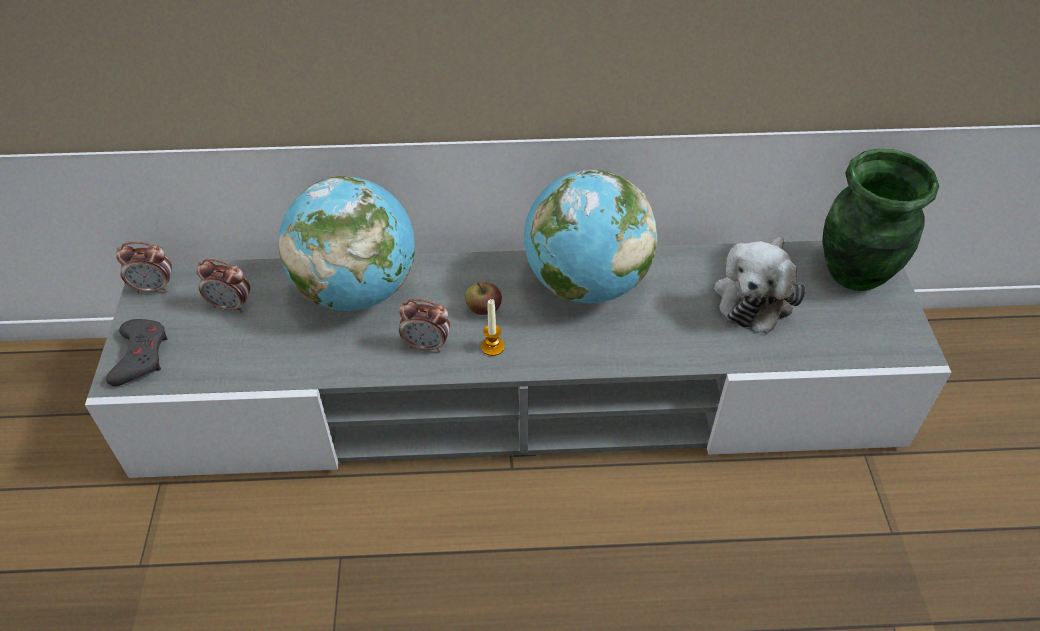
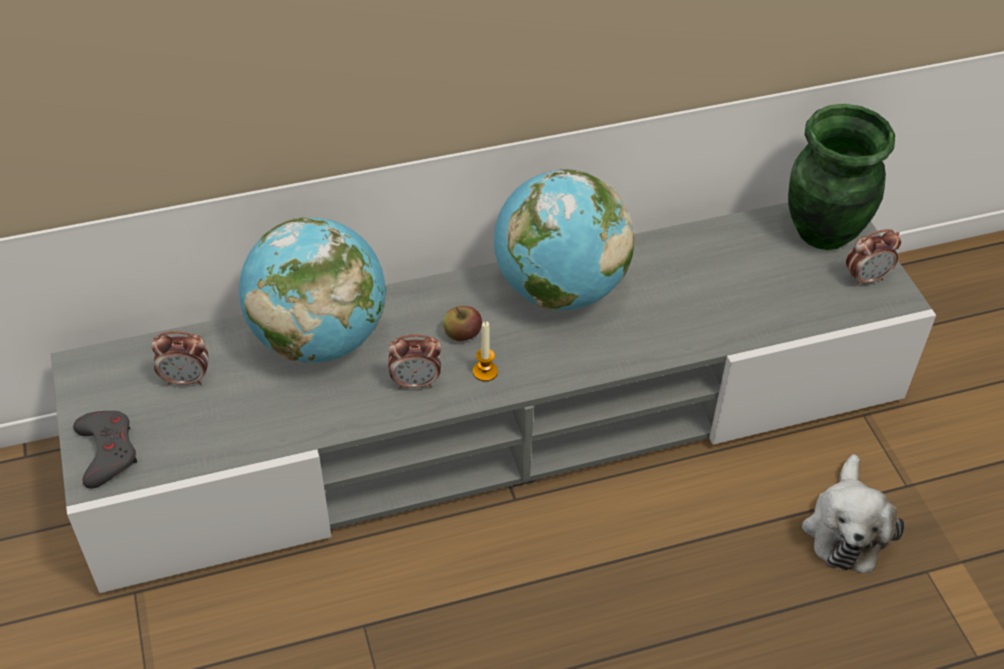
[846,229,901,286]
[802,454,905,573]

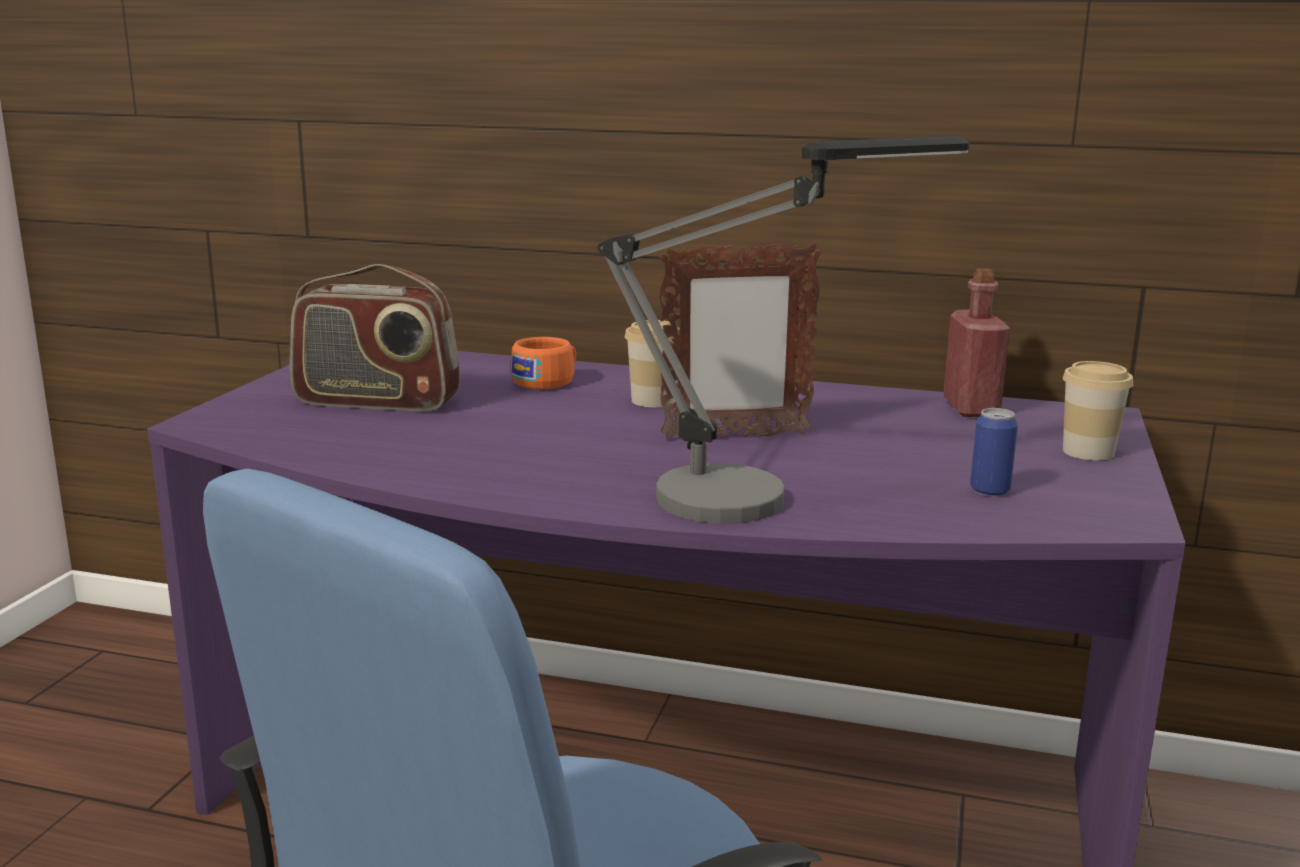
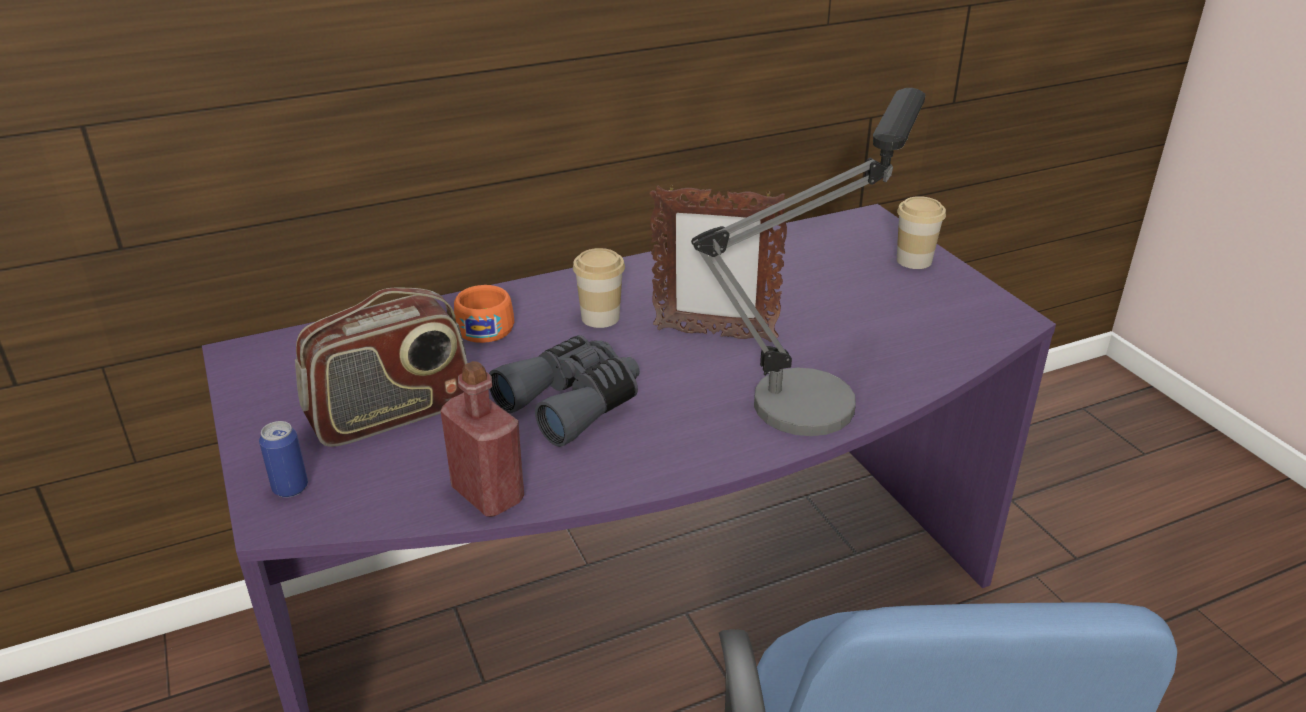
[489,335,640,447]
[440,361,524,517]
[259,421,308,498]
[649,186,787,342]

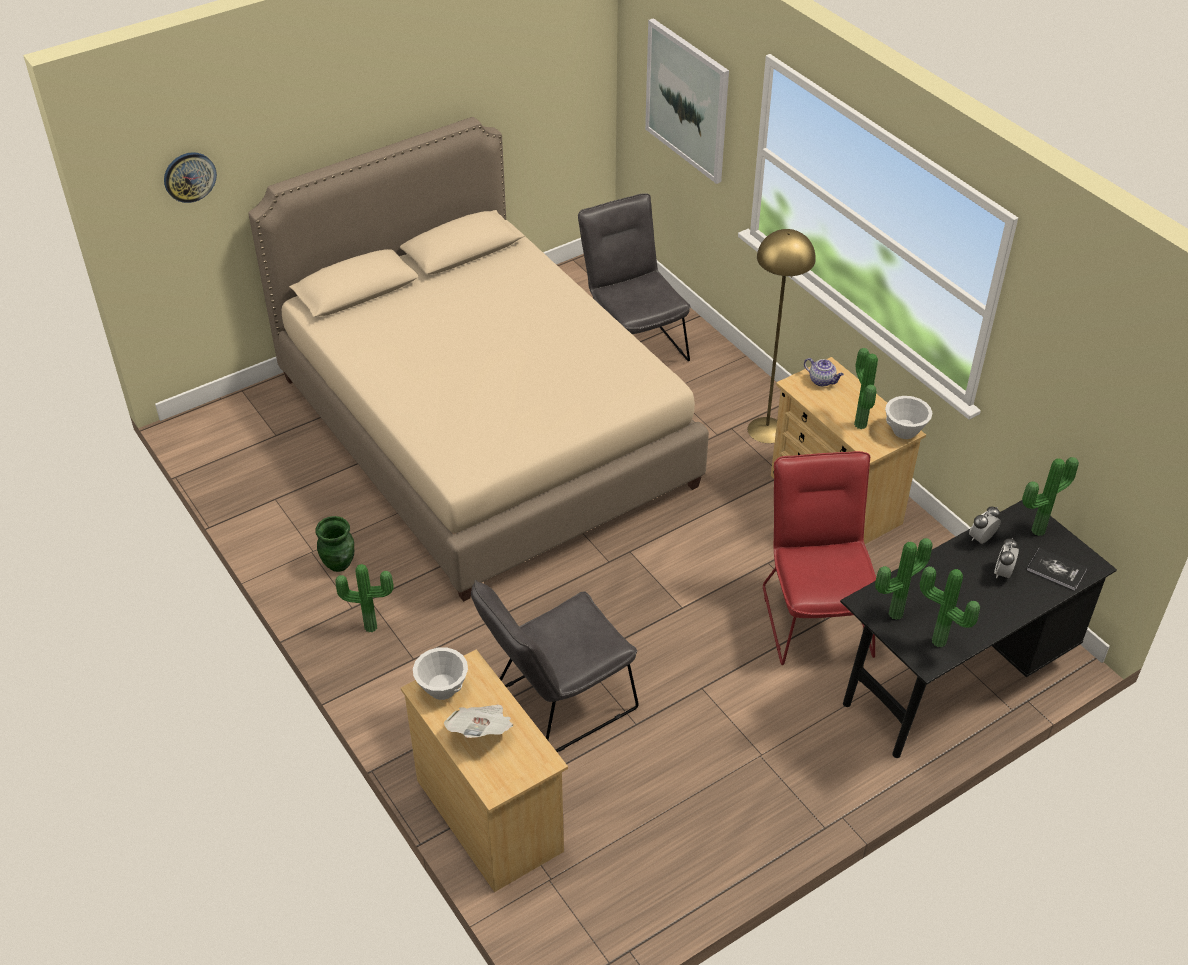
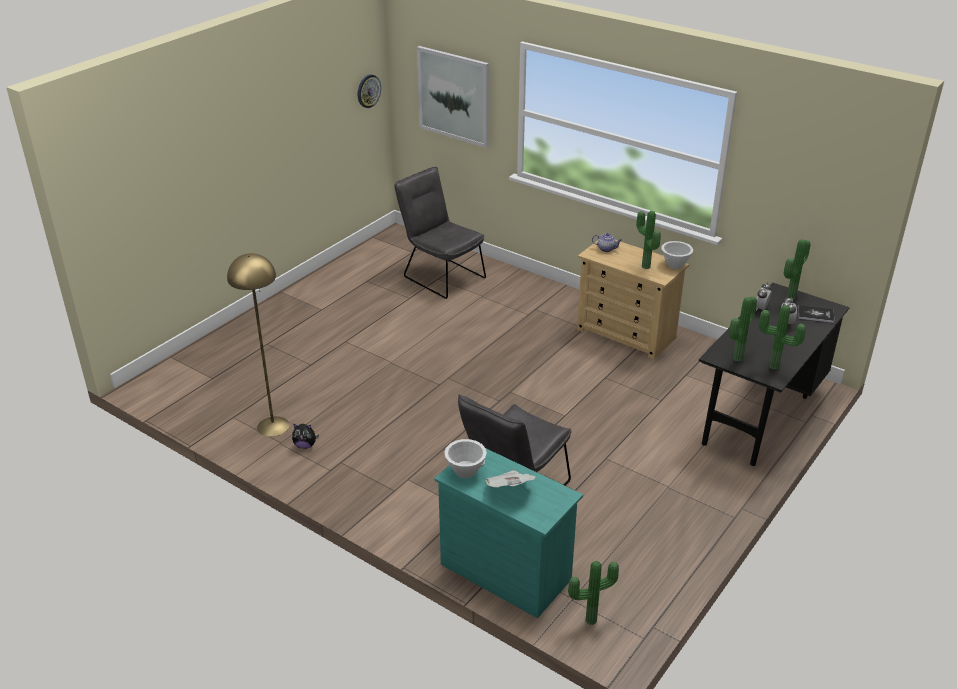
[248,117,709,602] (first image)
[763,451,876,665] (first image)
[358,75,381,108]
[568,561,619,625]
[227,253,290,437]
[292,424,319,449]
[434,448,583,618]

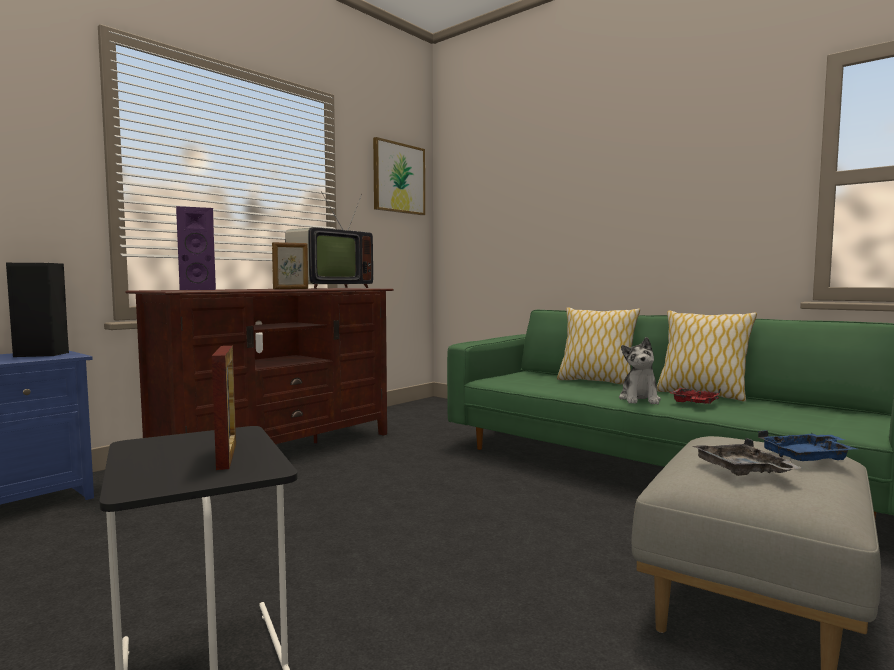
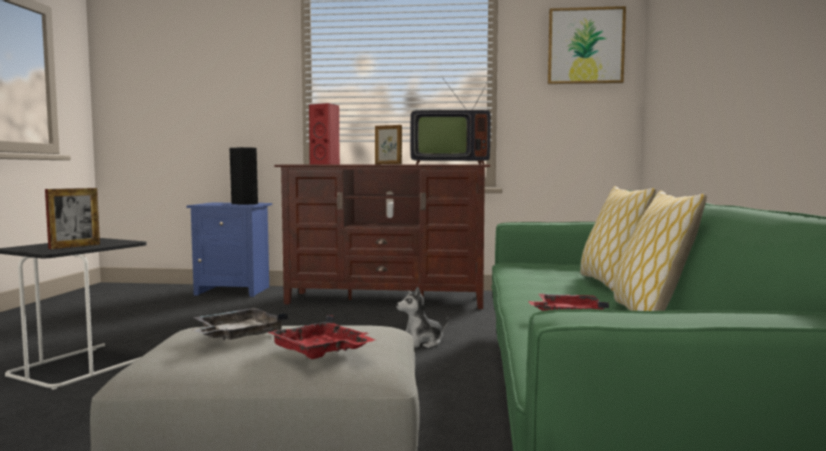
[396,287,448,348]
[309,103,340,165]
[267,315,375,359]

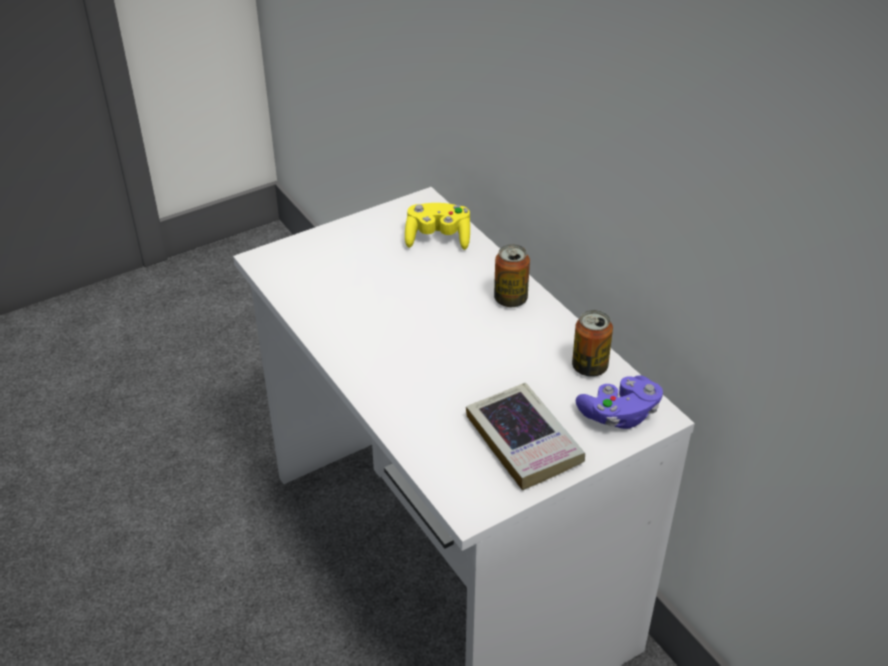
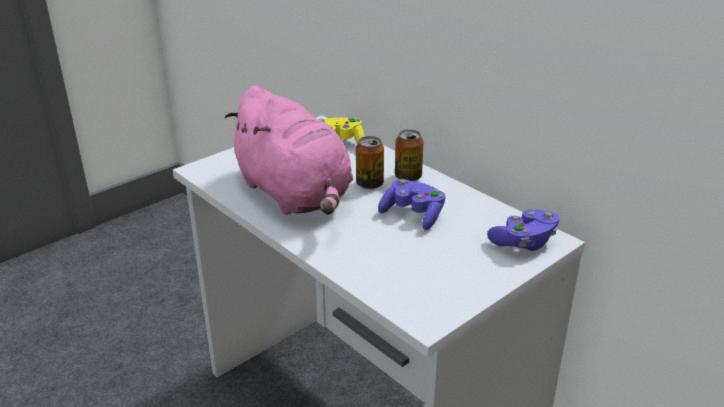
[466,383,585,490] (first image)
[224,86,353,215]
[378,179,445,230]
[356,136,384,189]

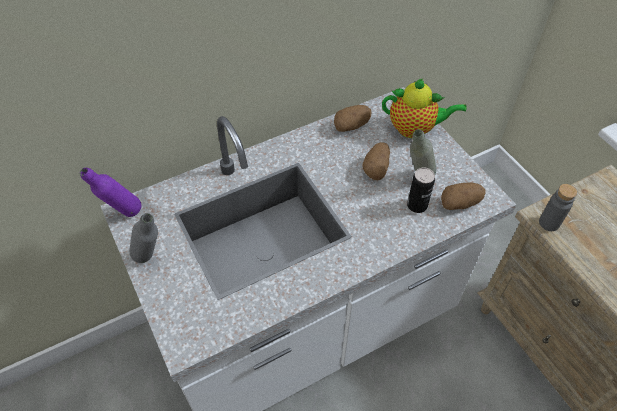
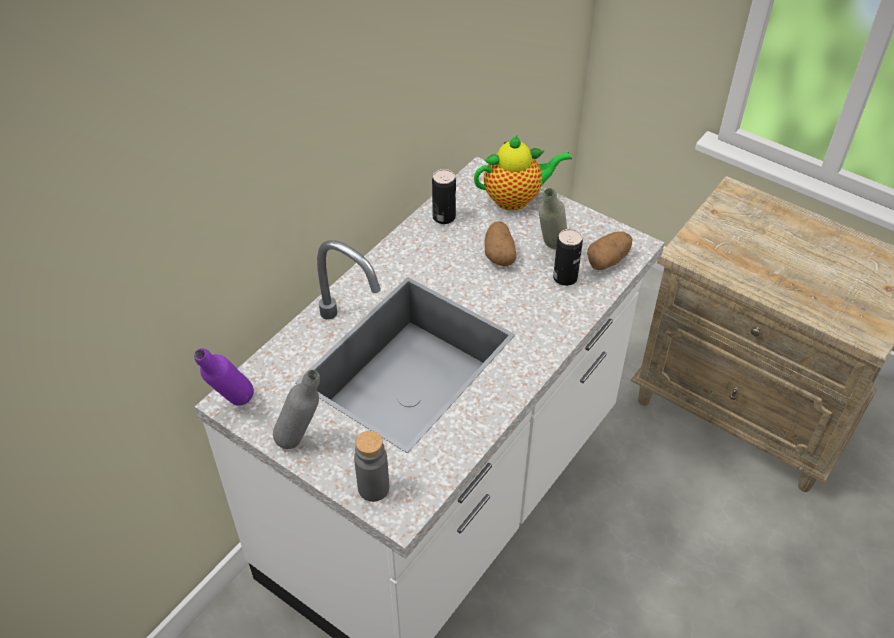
[354,431,389,502]
[432,169,456,224]

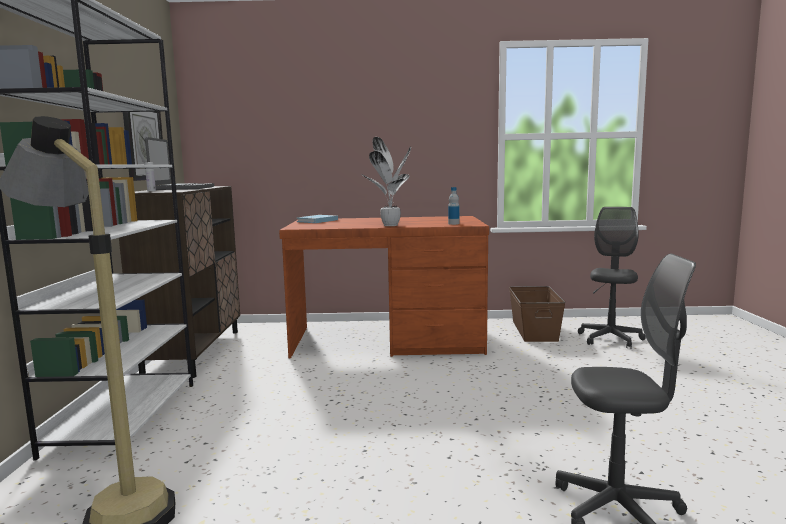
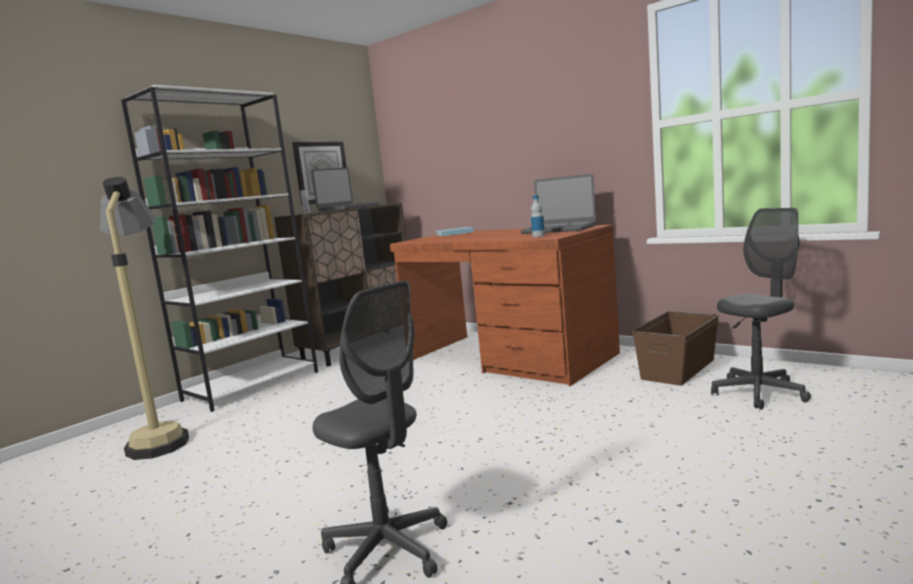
[361,137,411,226] (first image)
[521,174,596,234]

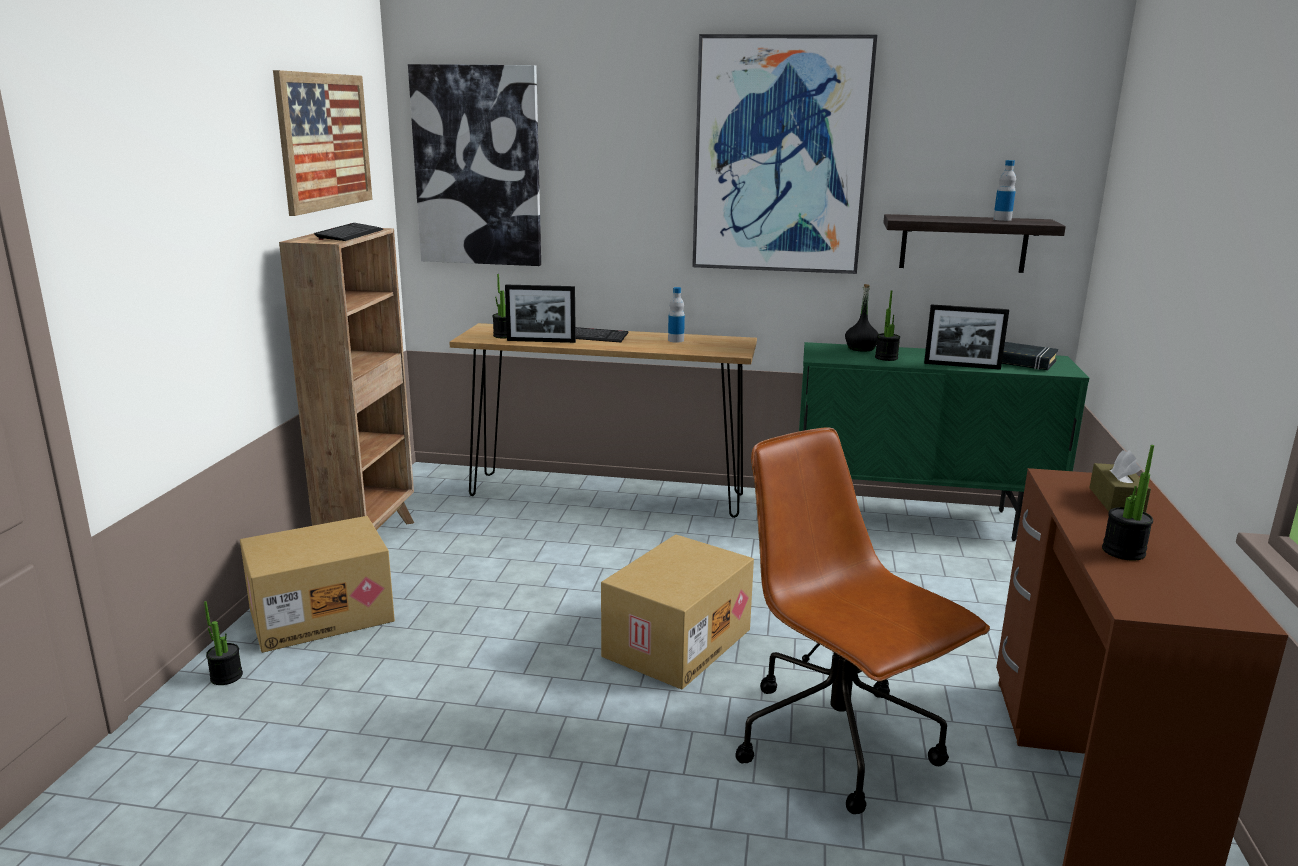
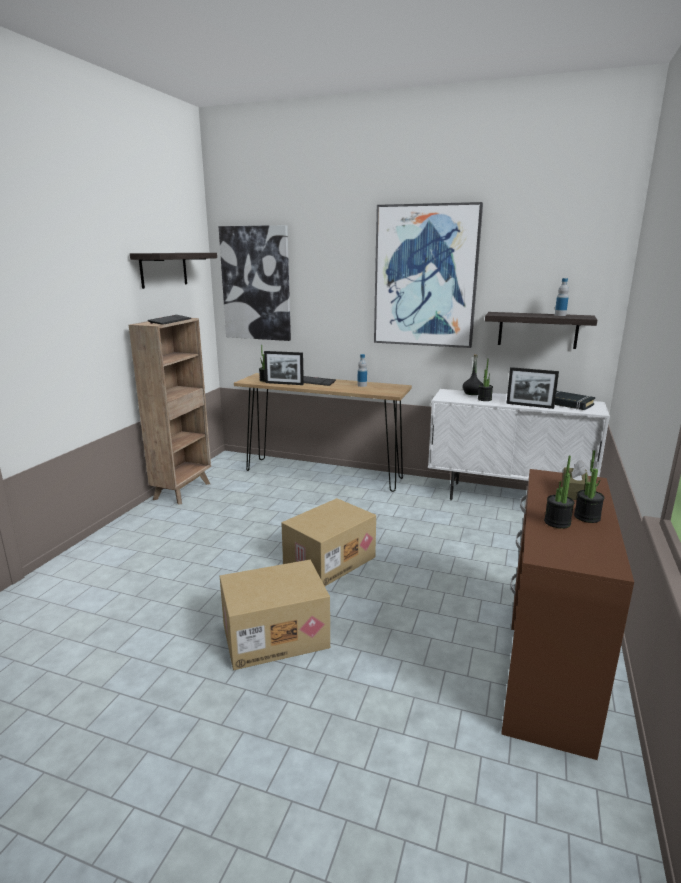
[736,428,990,814] (first image)
[574,450,605,523]
[220,560,330,670]
[130,253,217,289]
[428,389,610,500]

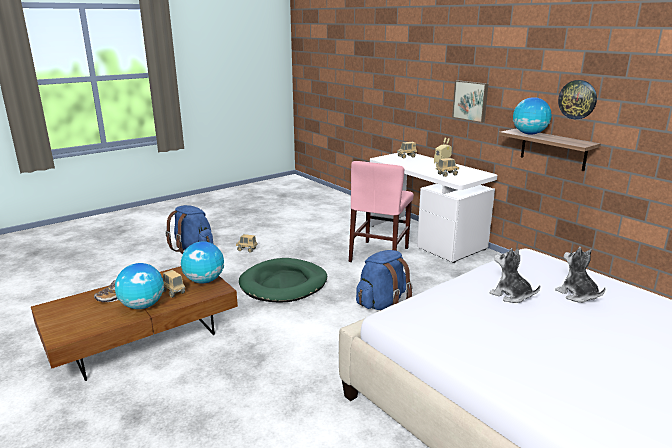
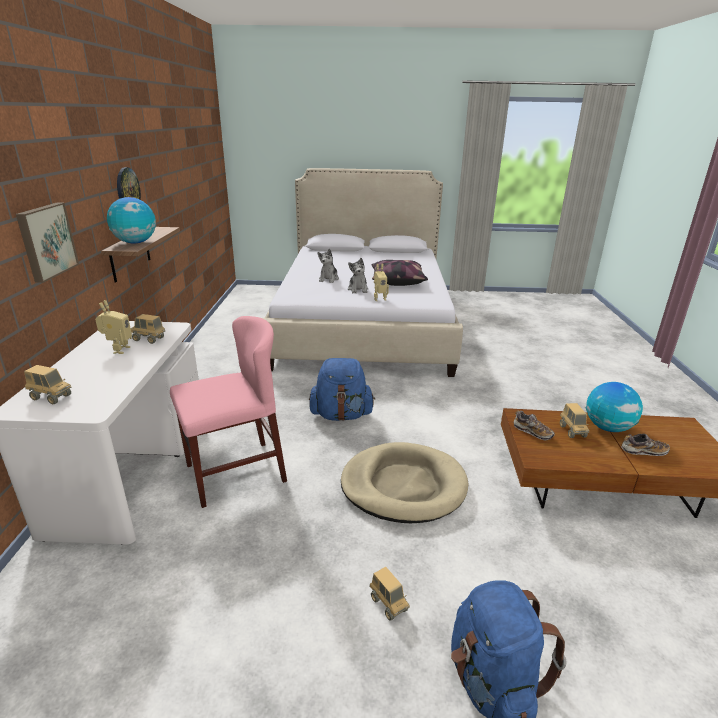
[371,260,428,286]
[374,264,389,301]
[514,410,555,441]
[341,442,469,523]

